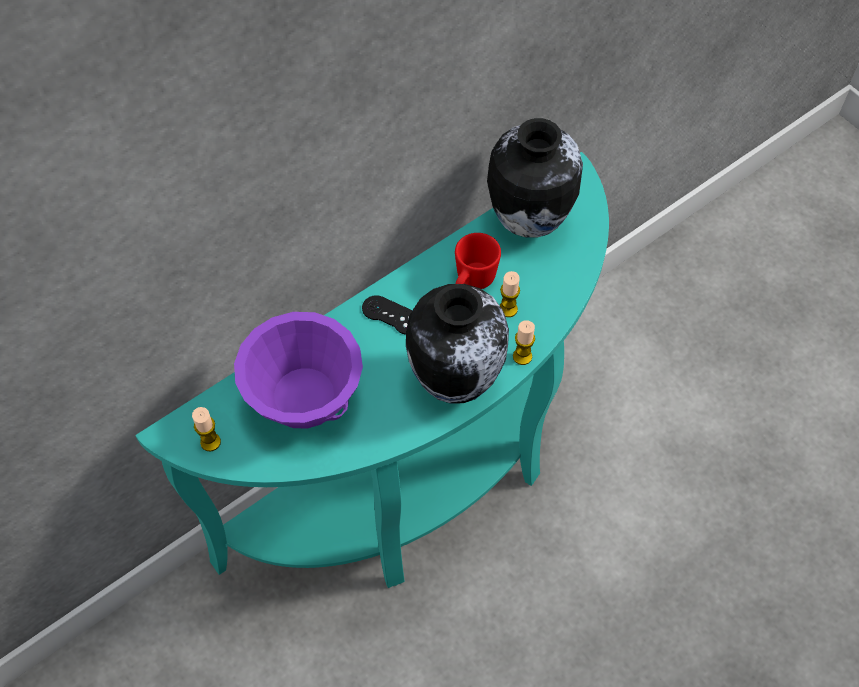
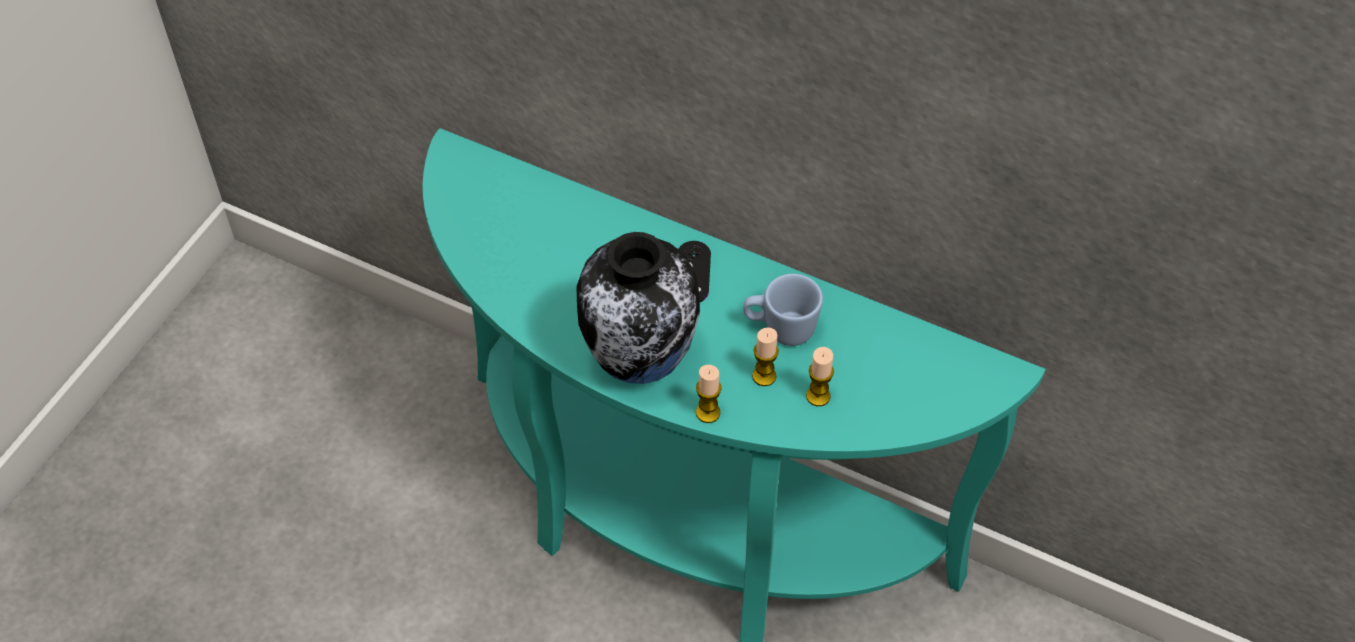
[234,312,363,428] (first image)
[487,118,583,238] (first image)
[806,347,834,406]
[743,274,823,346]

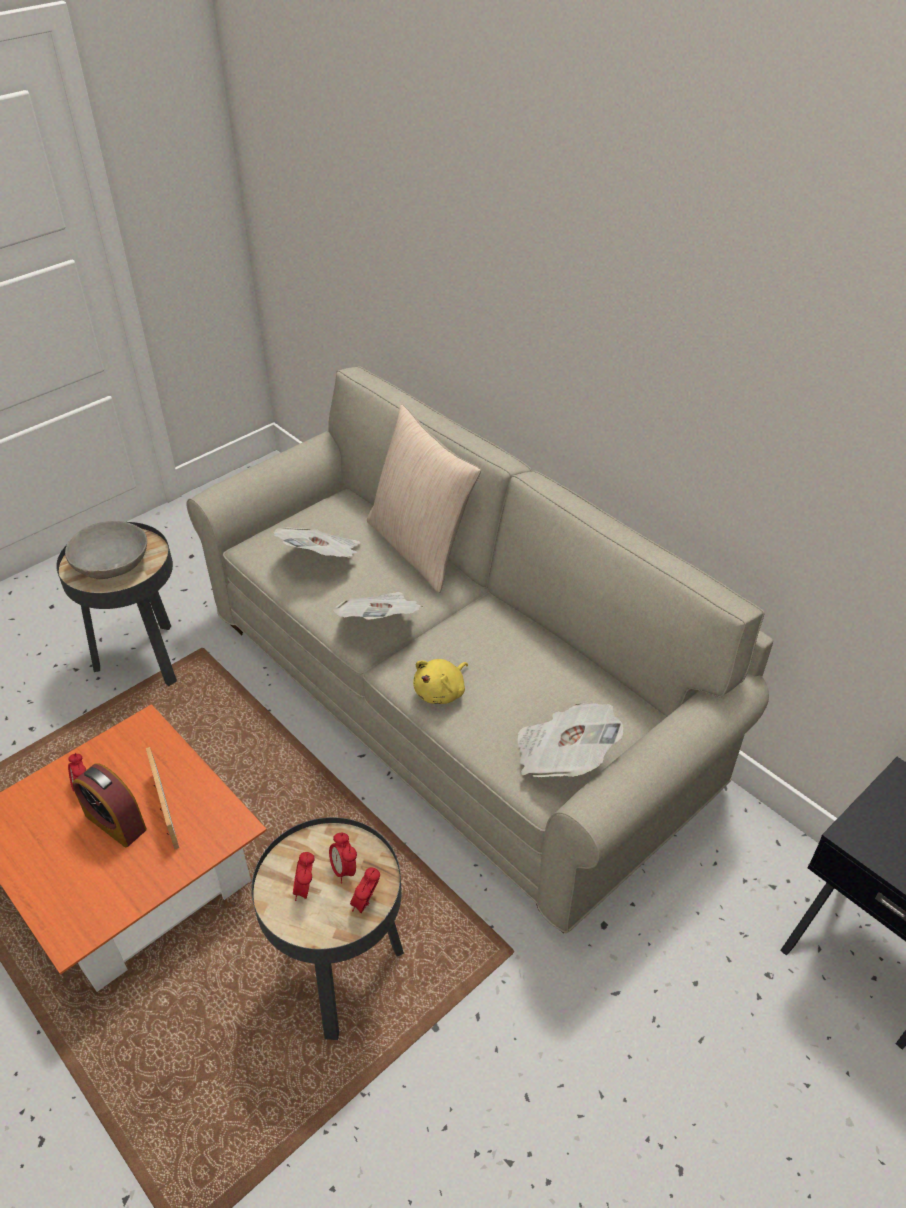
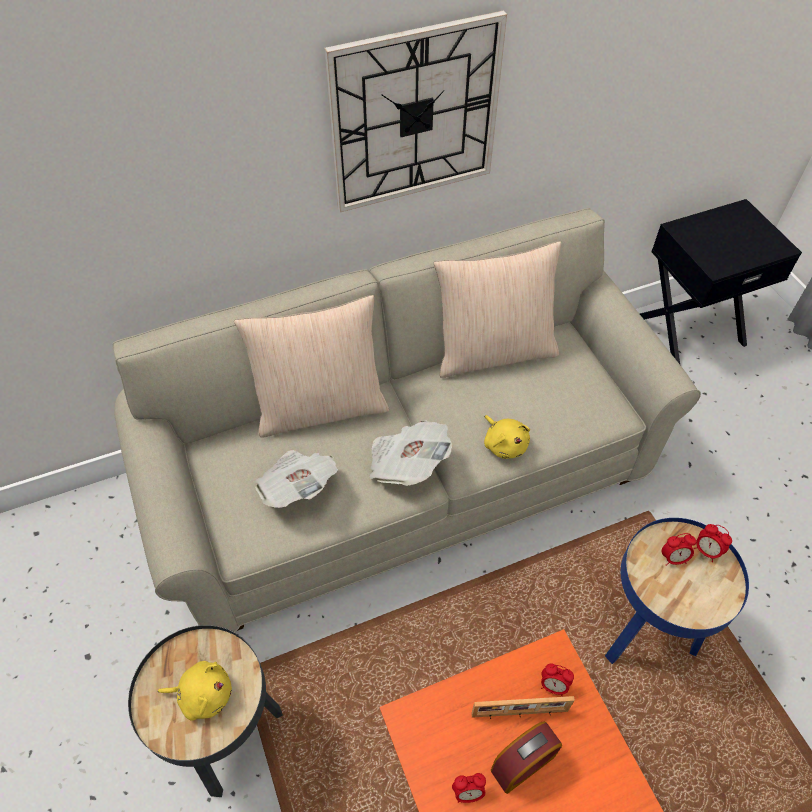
[517,703,623,777] (first image)
[324,11,507,212]
[434,241,561,378]
[541,664,574,697]
[158,661,232,721]
[605,518,749,664]

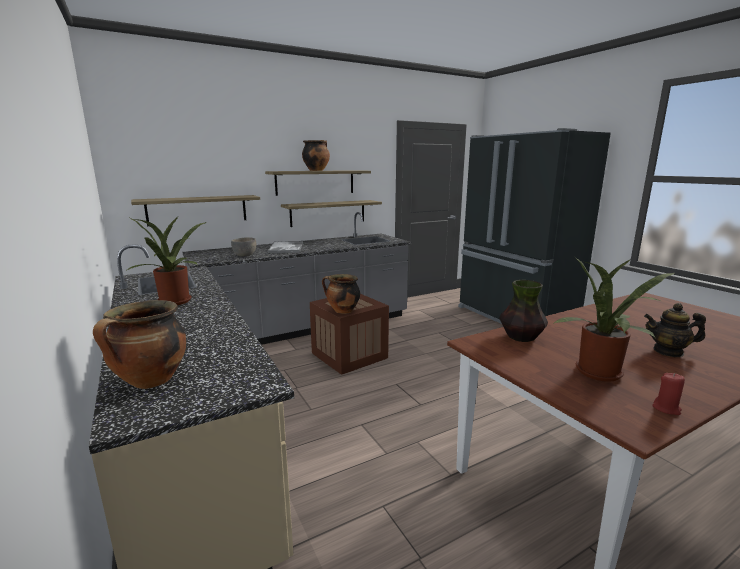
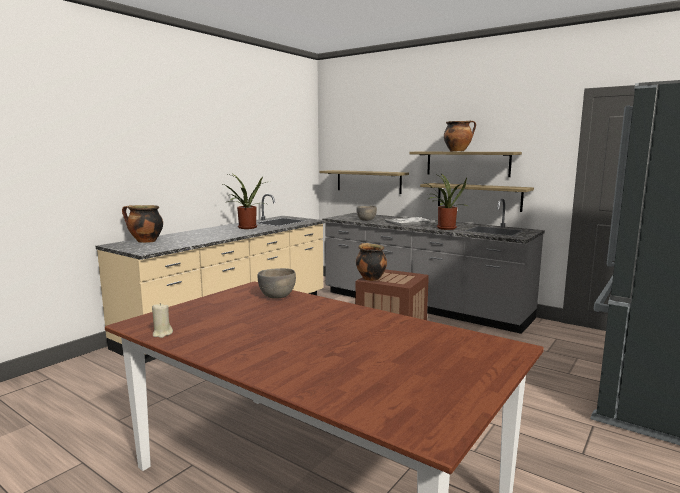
[644,303,706,357] (first image)
[427,174,468,230]
[258,268,296,299]
[152,303,173,338]

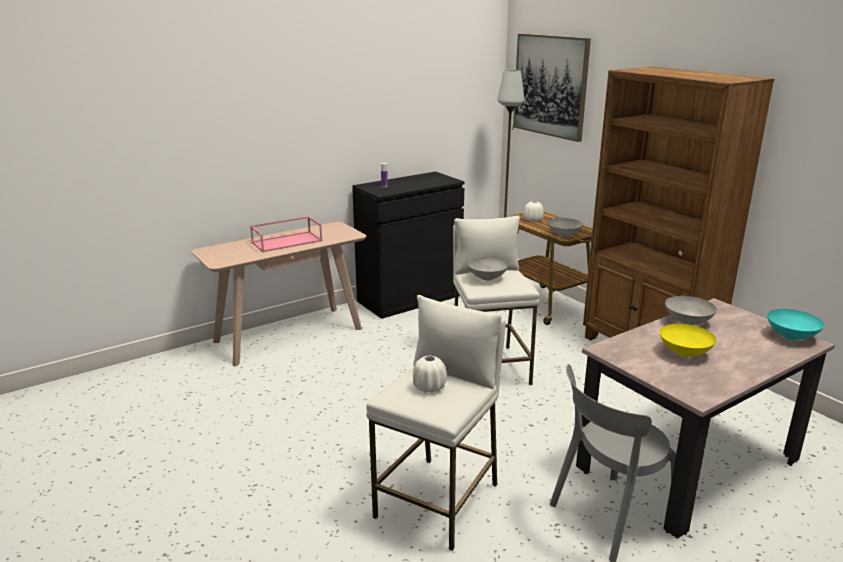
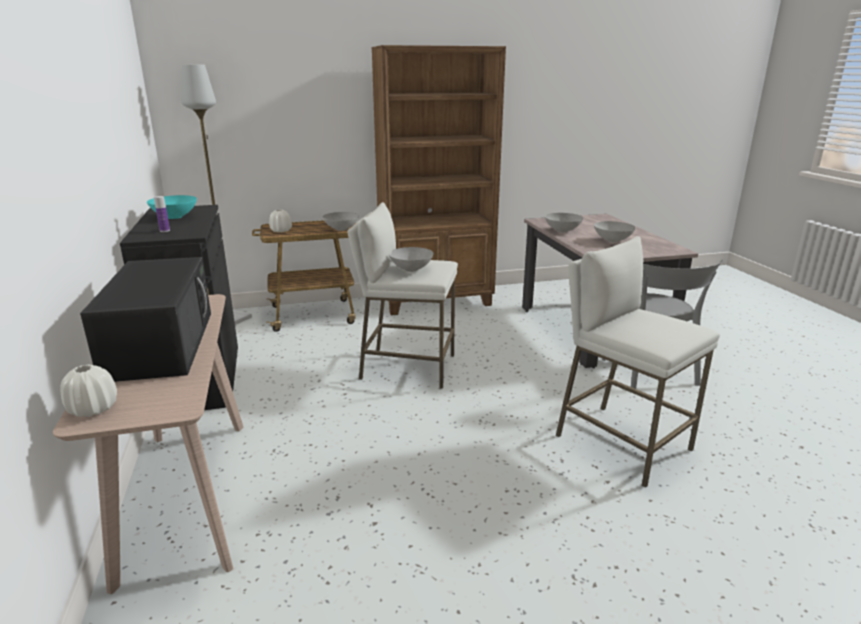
[513,34,591,142] (first image)
[60,365,117,417]
[147,195,197,219]
[80,257,211,382]
[594,221,636,243]

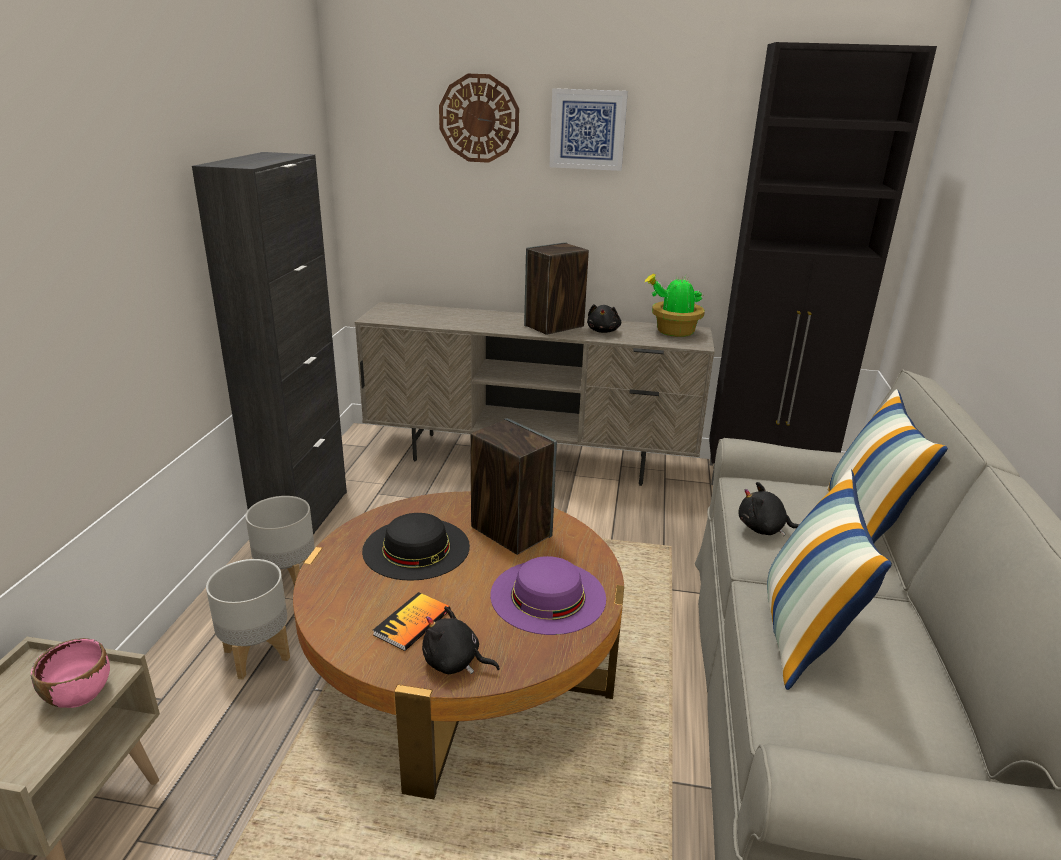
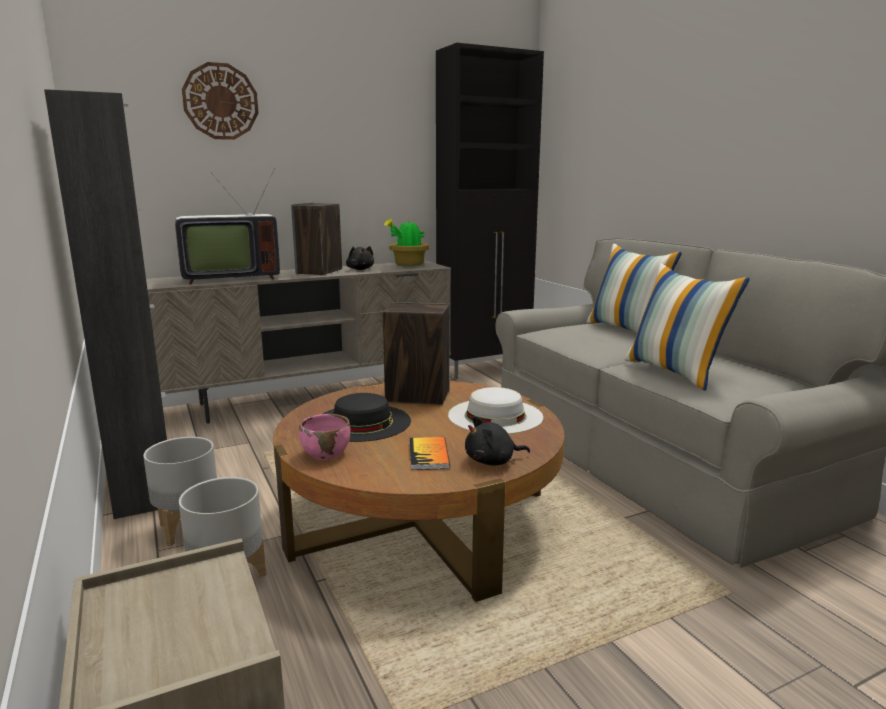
[549,88,628,171] (first image)
[738,482,800,536] (first image)
[175,168,280,284]
[299,414,350,460]
[448,387,543,434]

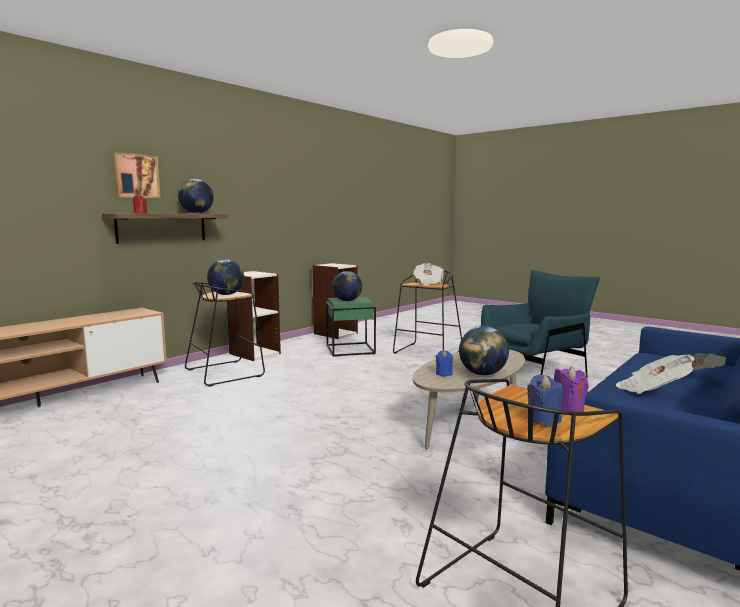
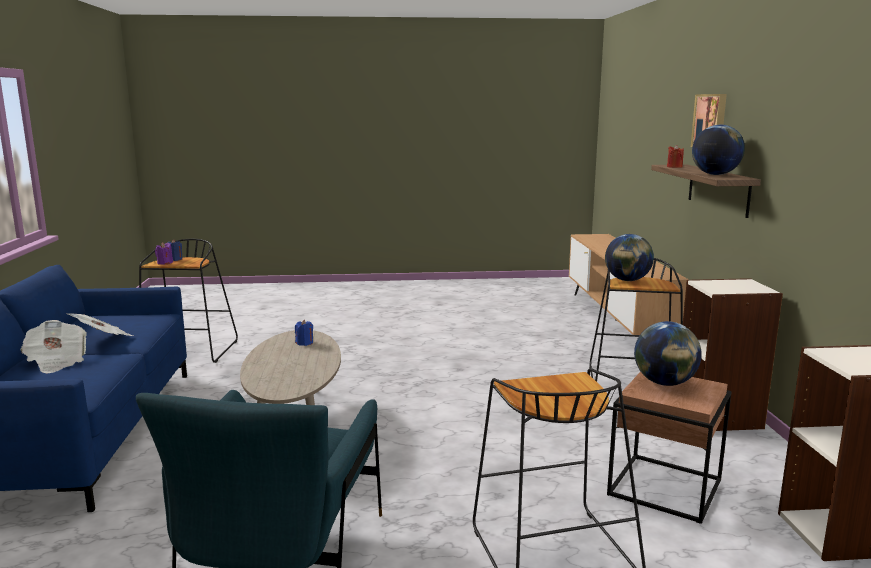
[413,263,444,285] (first image)
[459,326,509,375] (first image)
[607,371,732,524]

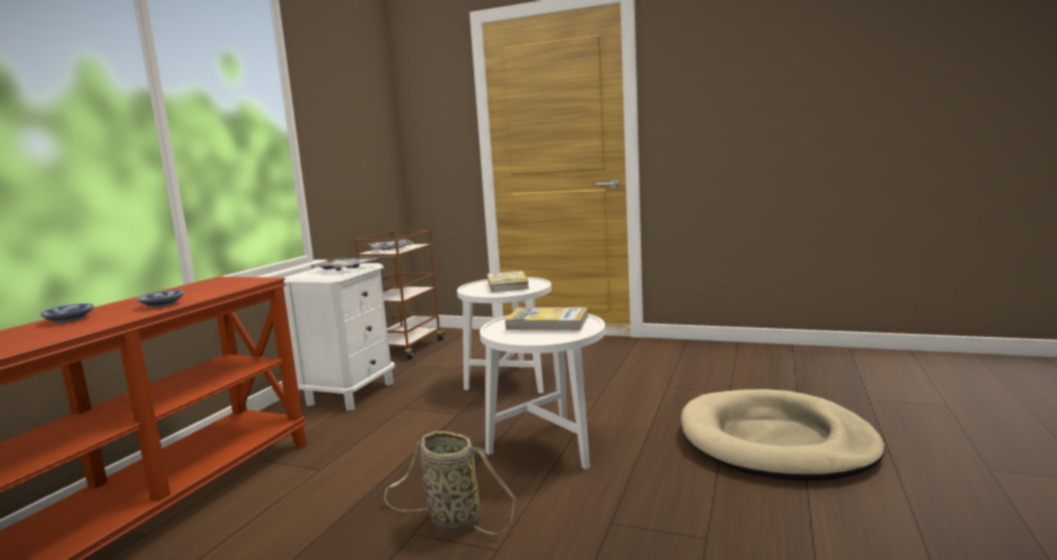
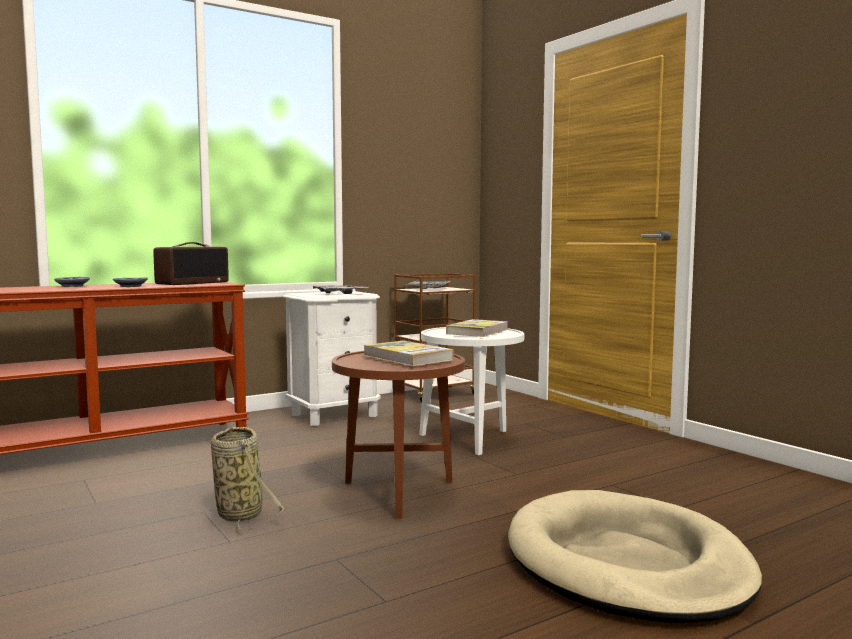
[153,242,229,285]
[332,351,465,519]

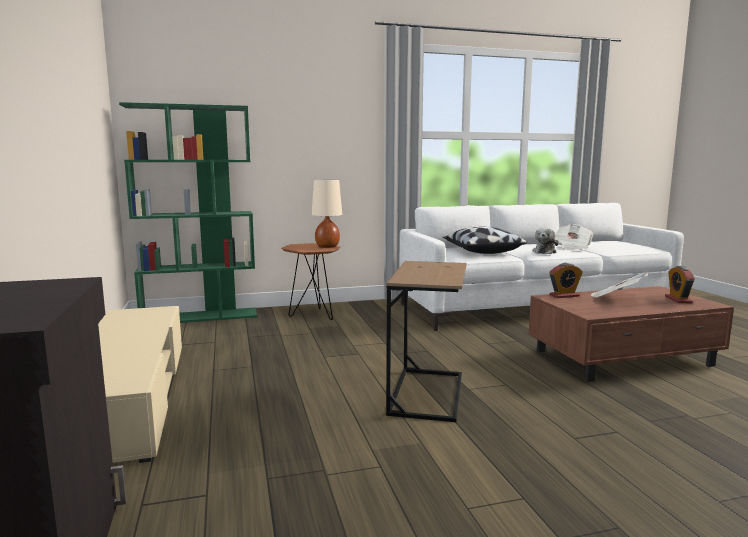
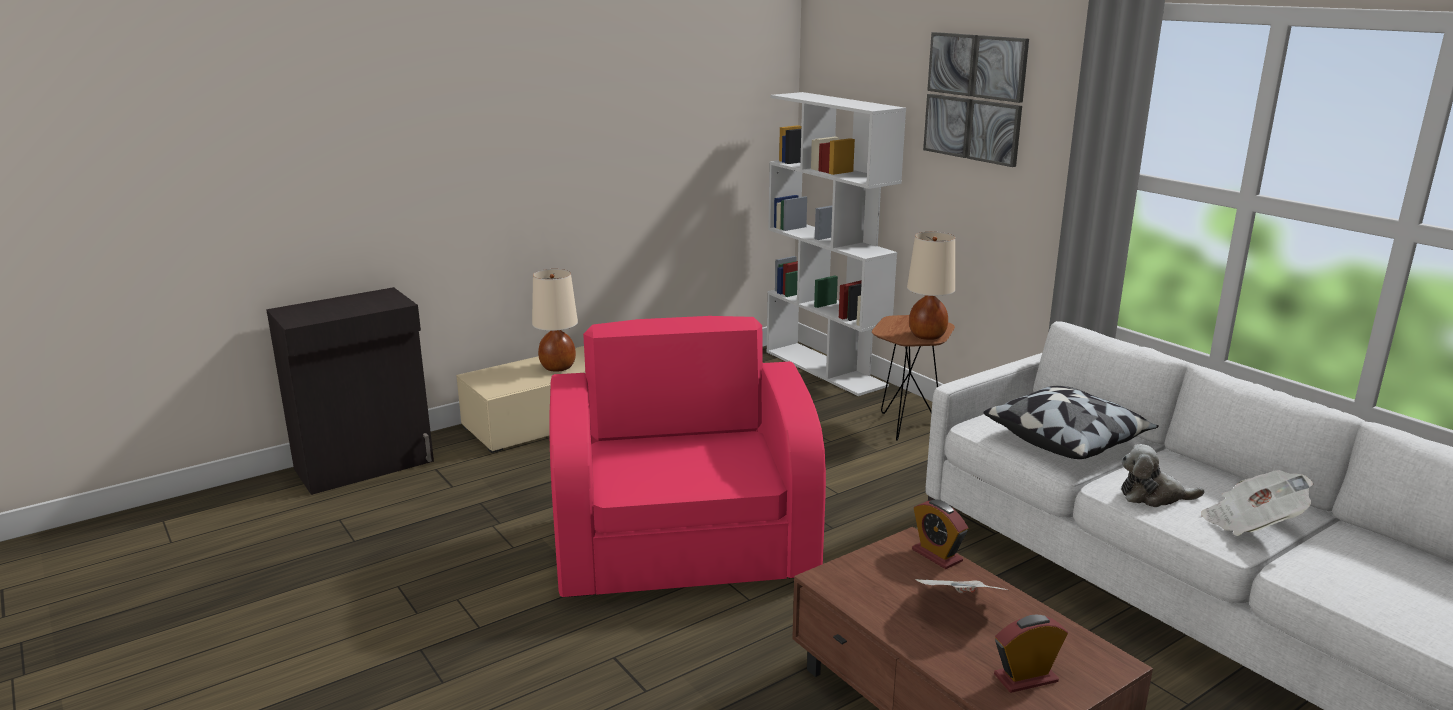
[532,269,578,372]
[923,32,1029,167]
[549,316,826,597]
[767,92,906,396]

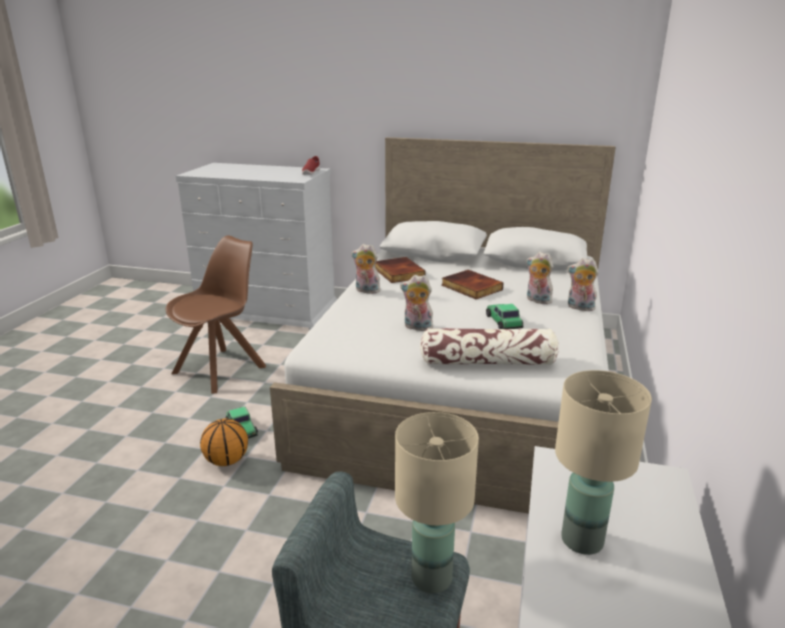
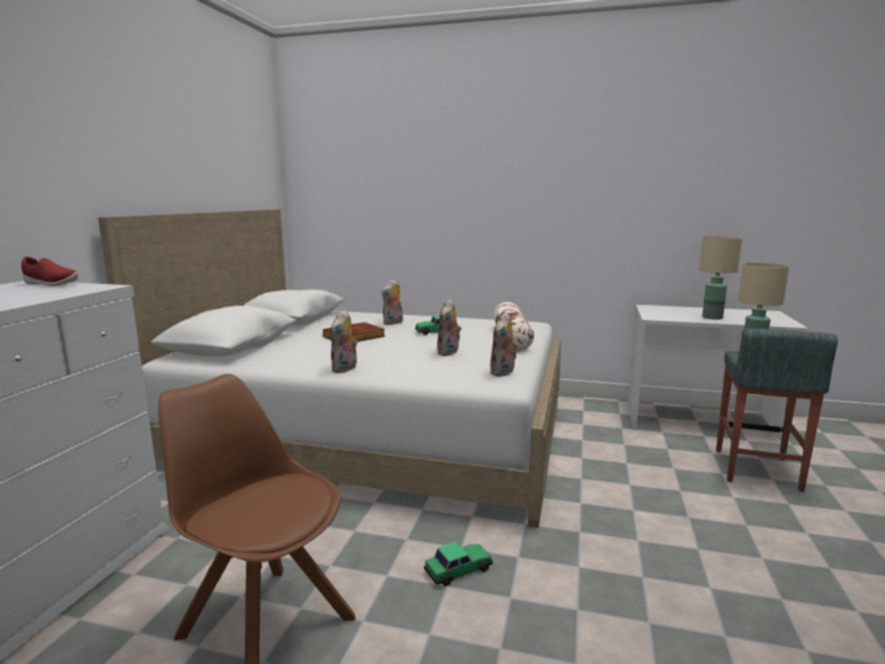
[200,419,248,466] (first image)
[375,257,426,283] (first image)
[490,312,519,377]

